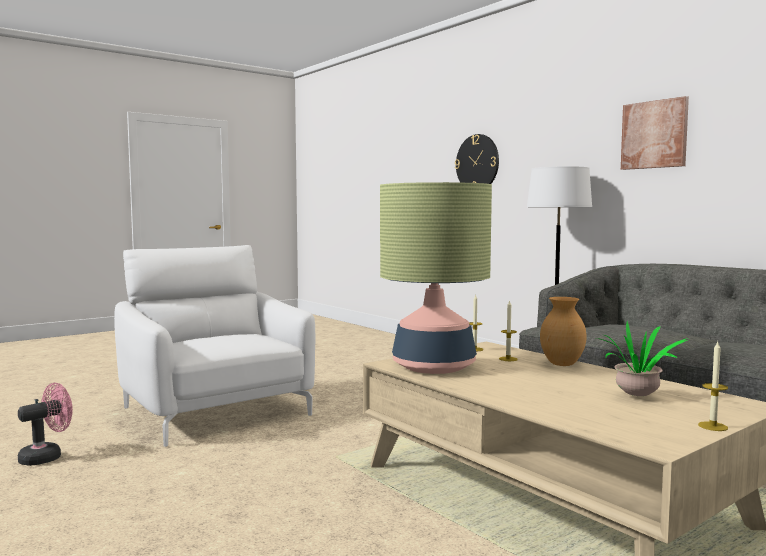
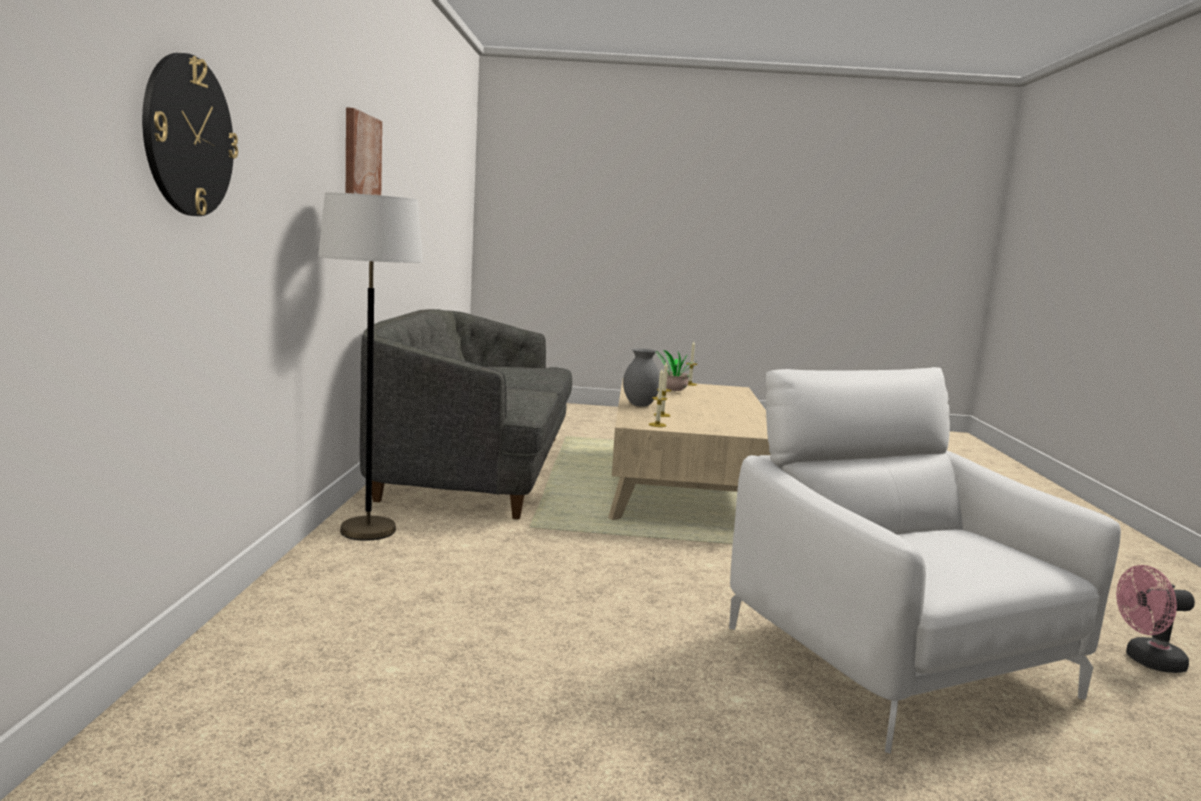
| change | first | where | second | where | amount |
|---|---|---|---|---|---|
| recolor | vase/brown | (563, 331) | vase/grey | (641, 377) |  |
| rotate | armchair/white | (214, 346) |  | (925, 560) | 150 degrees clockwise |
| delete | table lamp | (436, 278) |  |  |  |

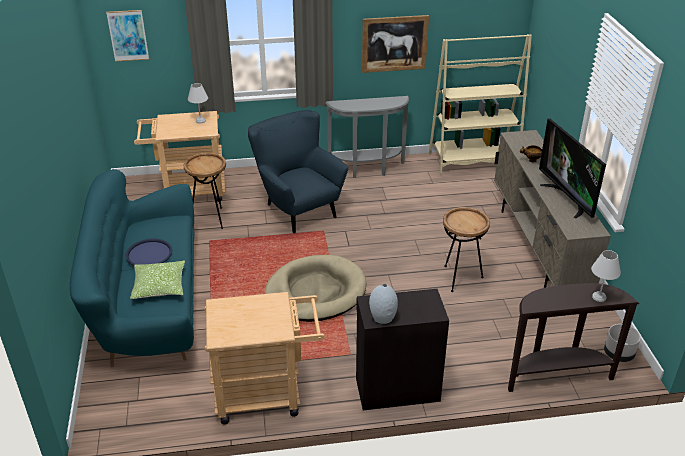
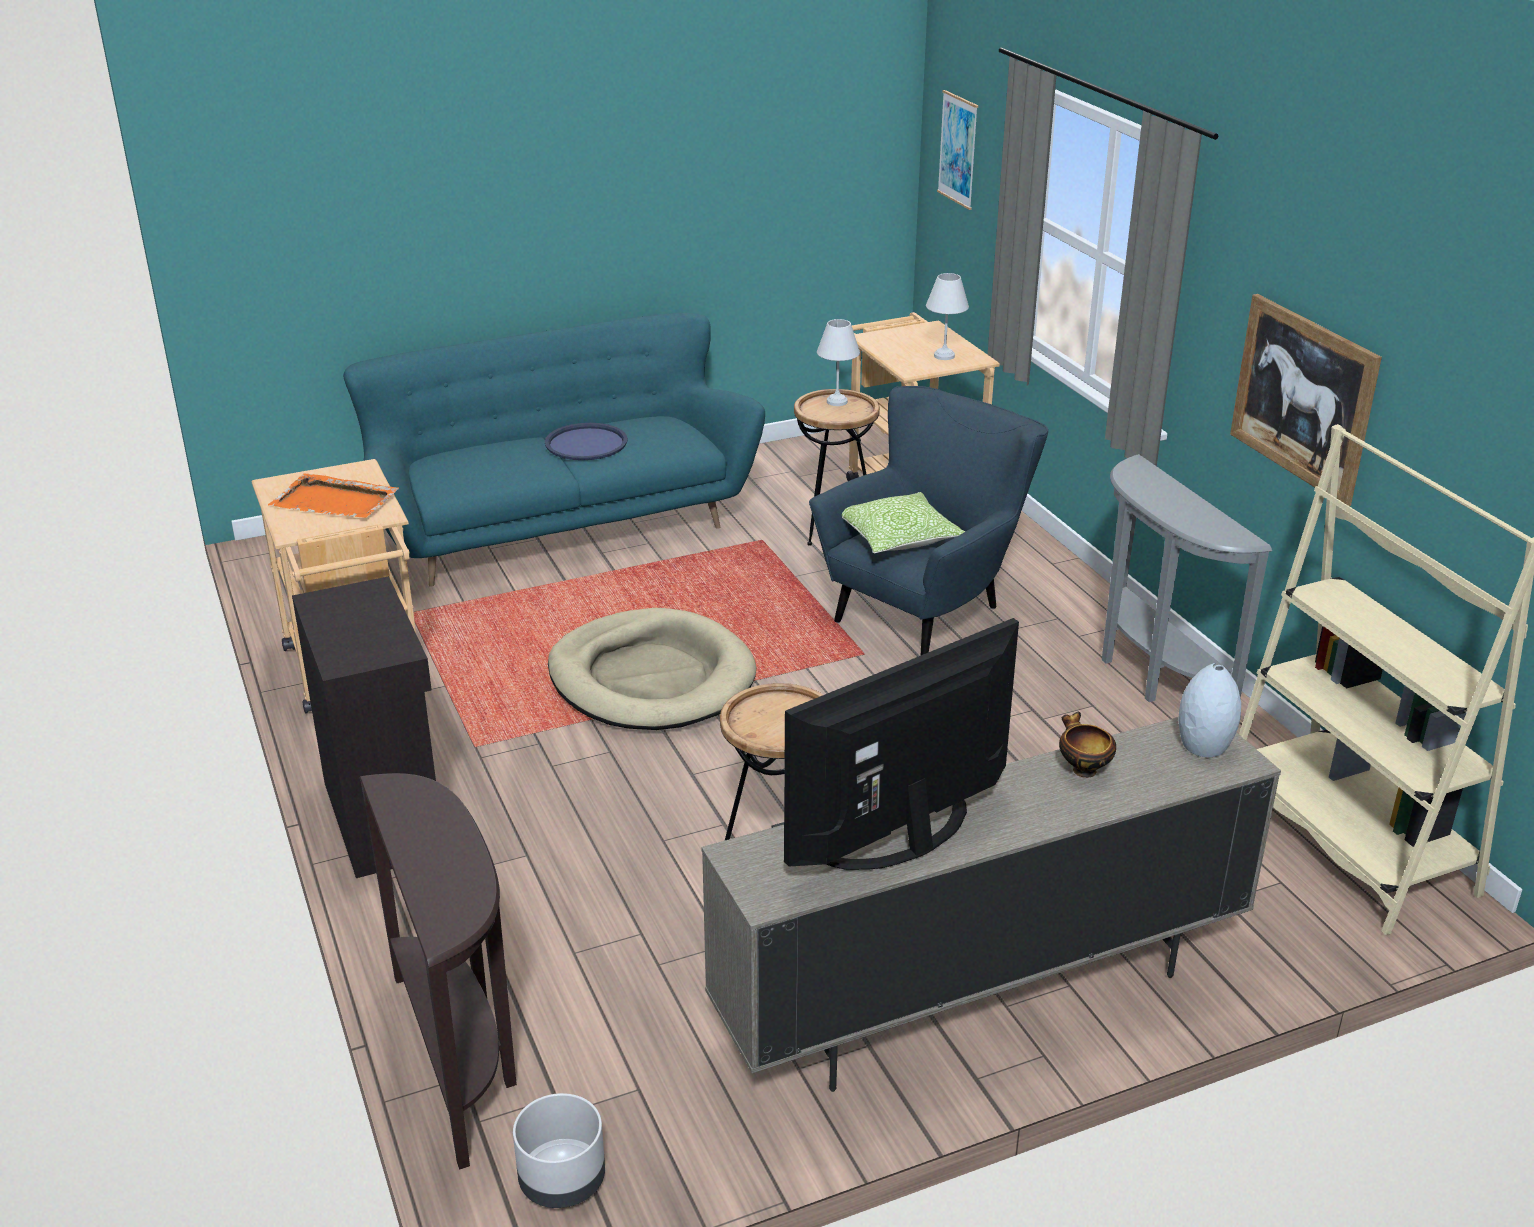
| change | first | where | second | where | amount |
|---|---|---|---|---|---|
| insert |  |  | tray/orange | (333, 496) |  |
| move | table lamp/white | (606, 276) |  | (838, 362) |  |
| move | pillow | (157, 279) |  | (903, 523) |  |
| move | vase/grey | (383, 304) |  | (1210, 710) |  |

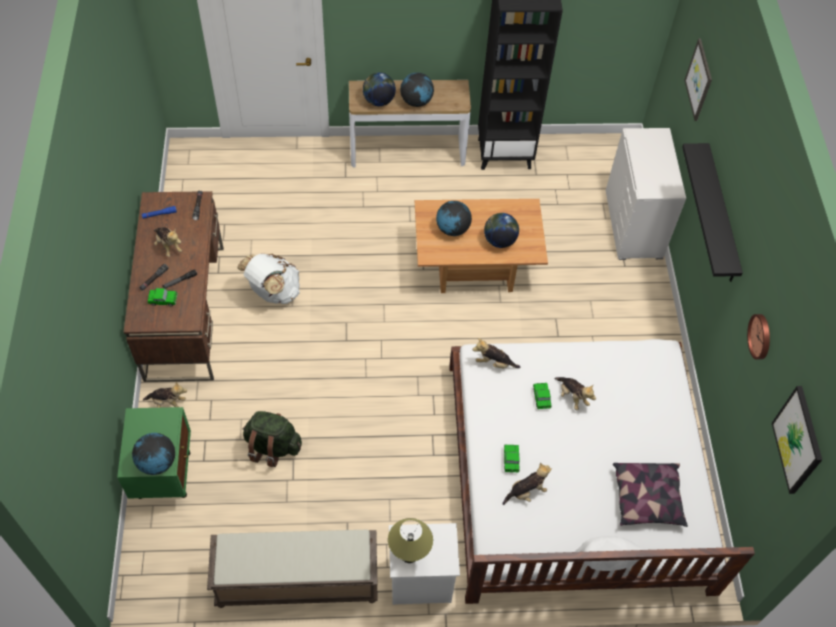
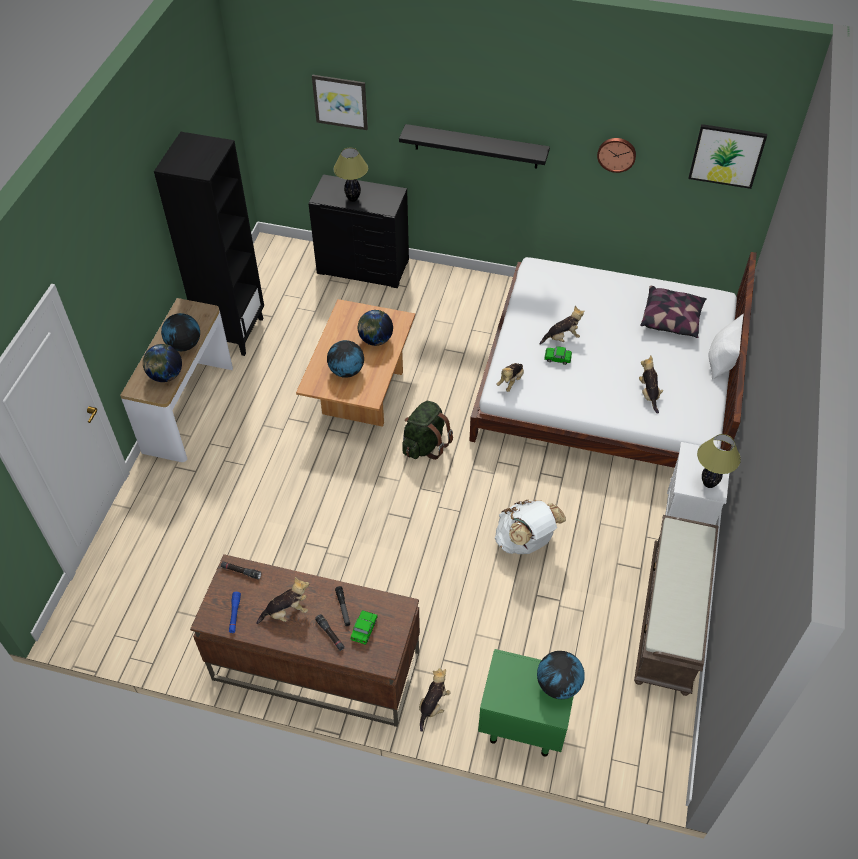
| change | first | where | second | where | amount |
|---|---|---|---|---|---|
| recolor | dresser/white | (646, 194) | dresser/black | (358, 231) |  |
| insert |  |  | table lamp | (351, 175) |  |
| move | backpack/green | (272, 439) |  | (427, 430) |  |
| move | backpack/white | (268, 278) |  | (530, 527) |  |
| delete | toy car | (511, 458) |  |  |  |

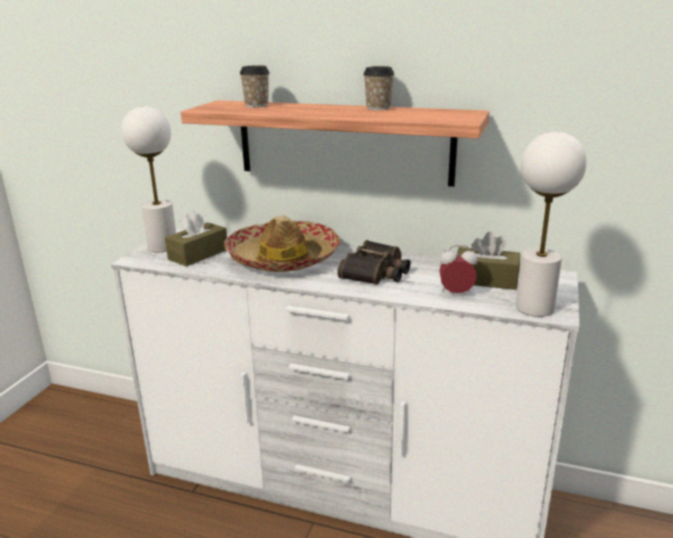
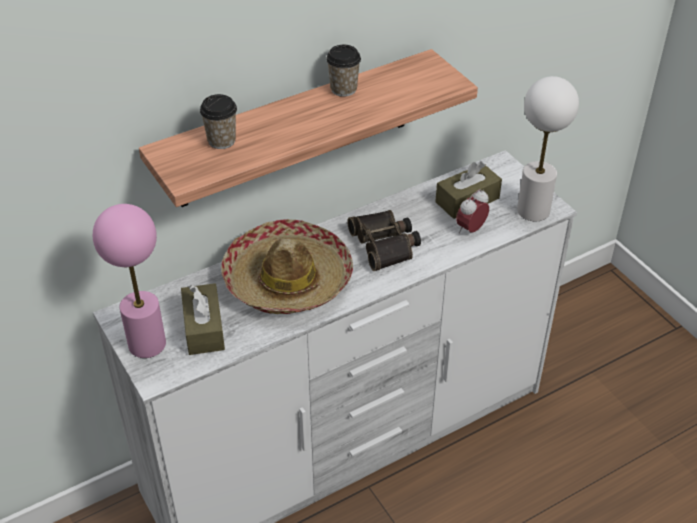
| change | first | where | second | where | amount |
|---|---|---|---|---|---|
| recolor | table lamp/white | (148, 179) | table lamp/pink | (129, 281) |  |

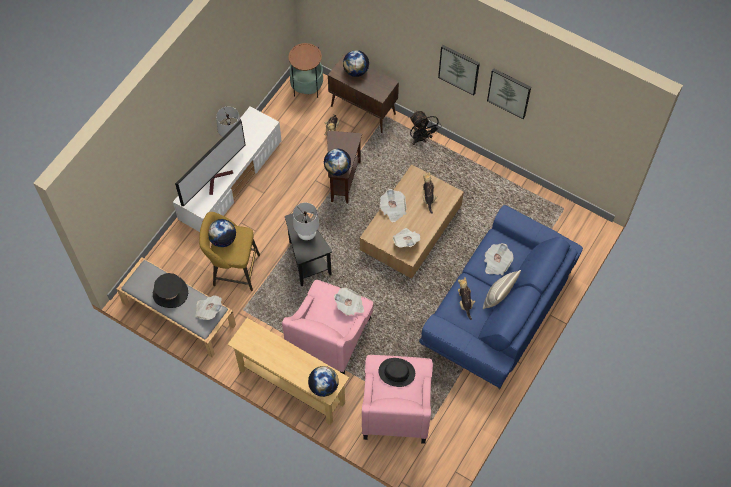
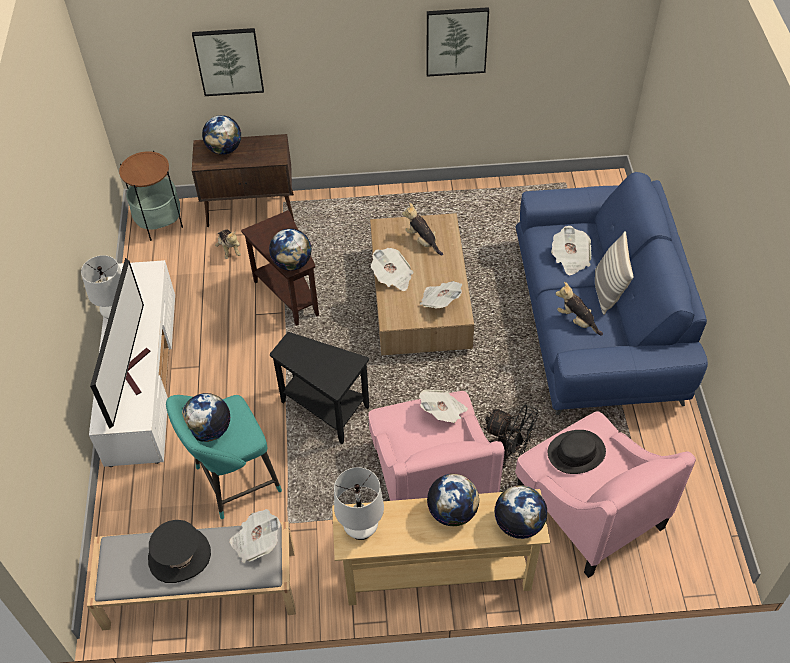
| change | first | where | second | where | amount |
|---|---|---|---|---|---|
| recolor | stool/yellow | (229, 251) | stool/turquoise | (224, 457) |  |
| move | picture | (459, 70) |  | (228, 62) |  |
| move | table lamp/white | (306, 222) |  | (359, 503) |  |
| insert |  |  | globe | (453, 500) |  |
| move | fan/black | (425, 127) |  | (511, 436) |  |

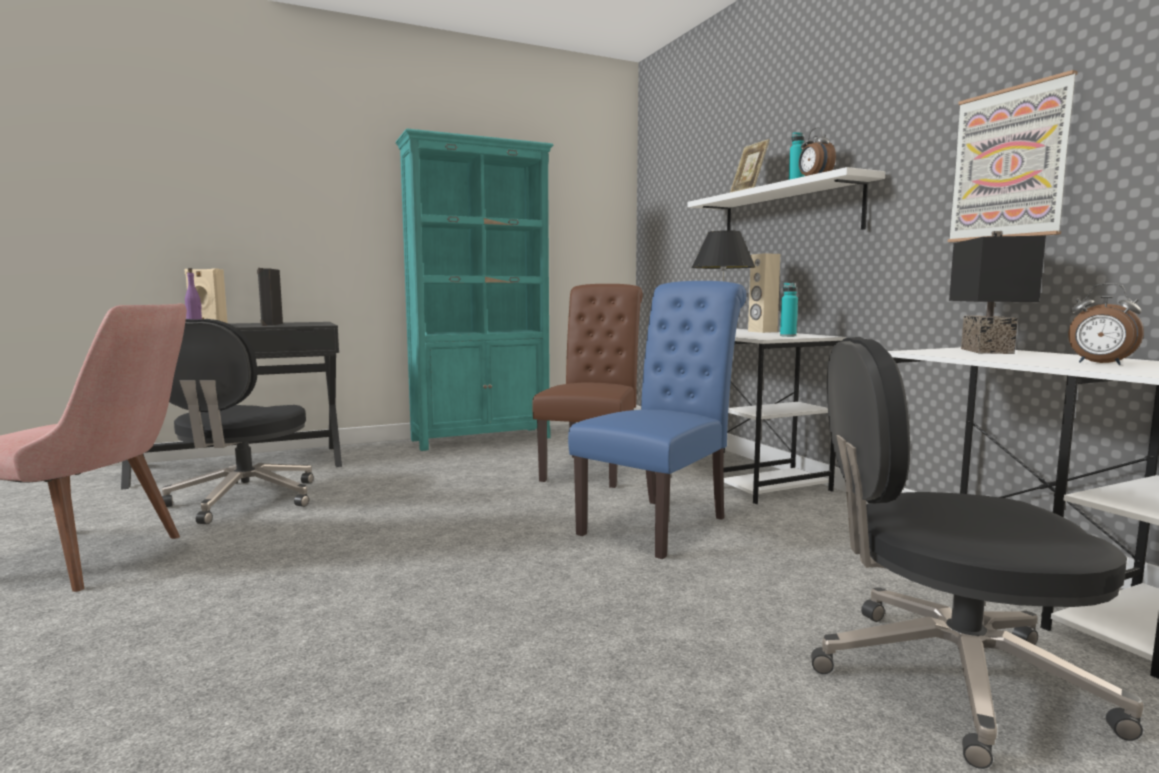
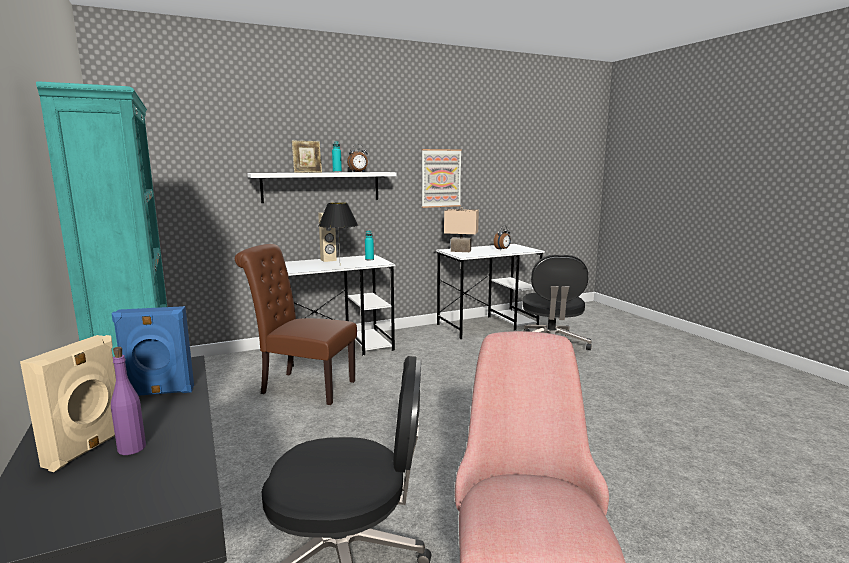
| change | first | where | second | where | amount |
|---|---|---|---|---|---|
| recolor | speaker/black | (270, 297) | speaker/blue | (153, 351) |  |
| recolor | table lamp/black | (997, 292) | table lamp/beige | (461, 229) |  |
| delete | chair/blue | (657, 420) |  |  |  |

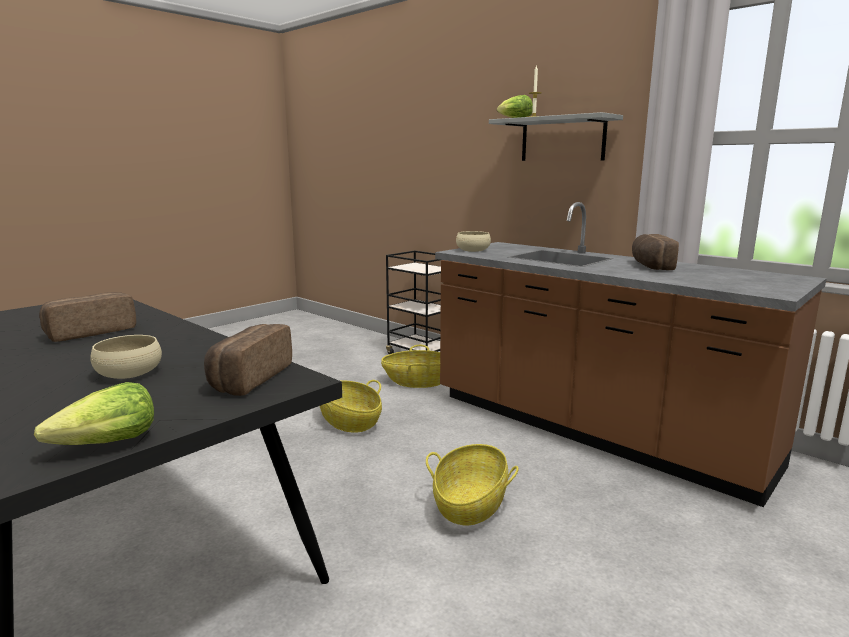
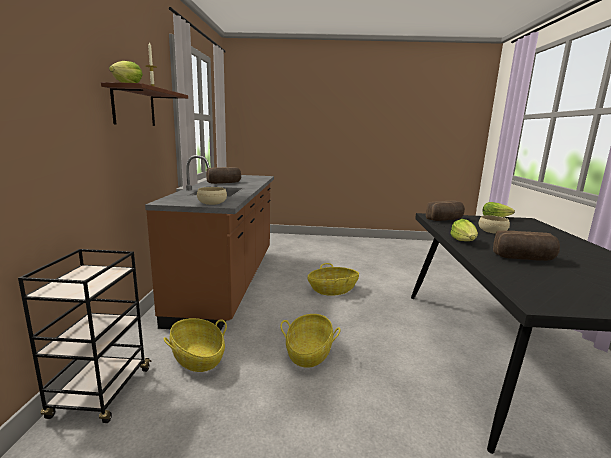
| change | first | where | second | where | amount |
|---|---|---|---|---|---|
| recolor | shelf/grey | (556, 136) | shelf/brown | (144, 104) |  |
| insert |  |  | lettuce | (464, 230) |  |

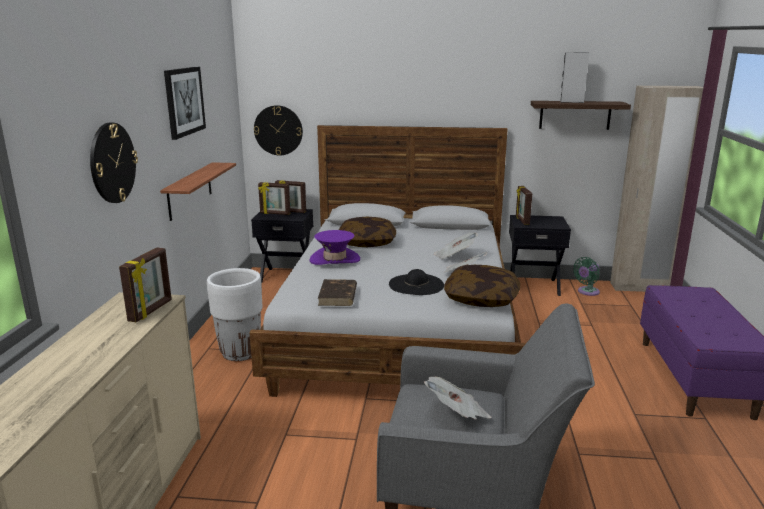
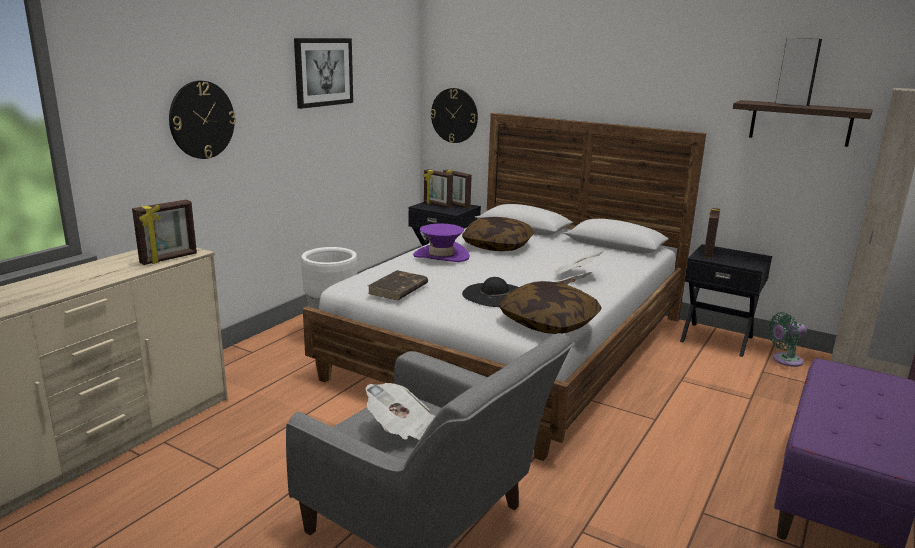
| change | first | where | second | where | amount |
|---|---|---|---|---|---|
| delete | shelf | (198, 191) |  |  |  |

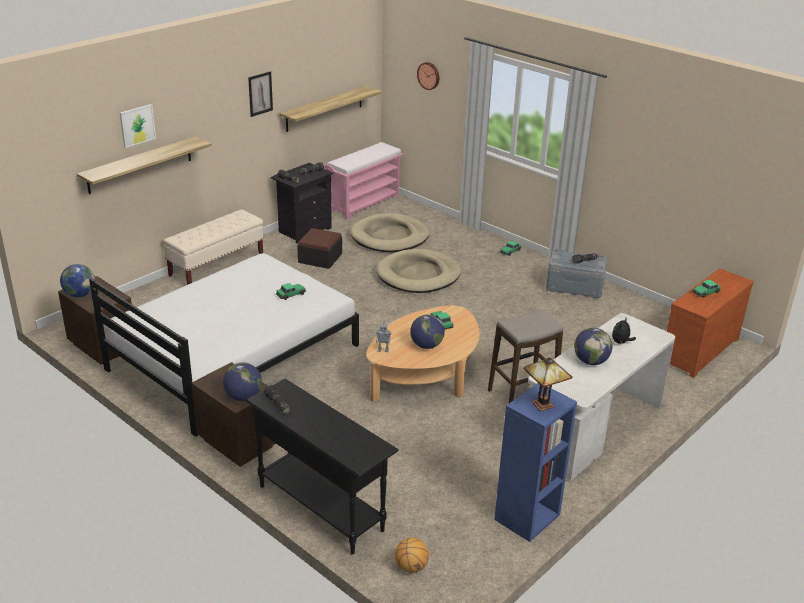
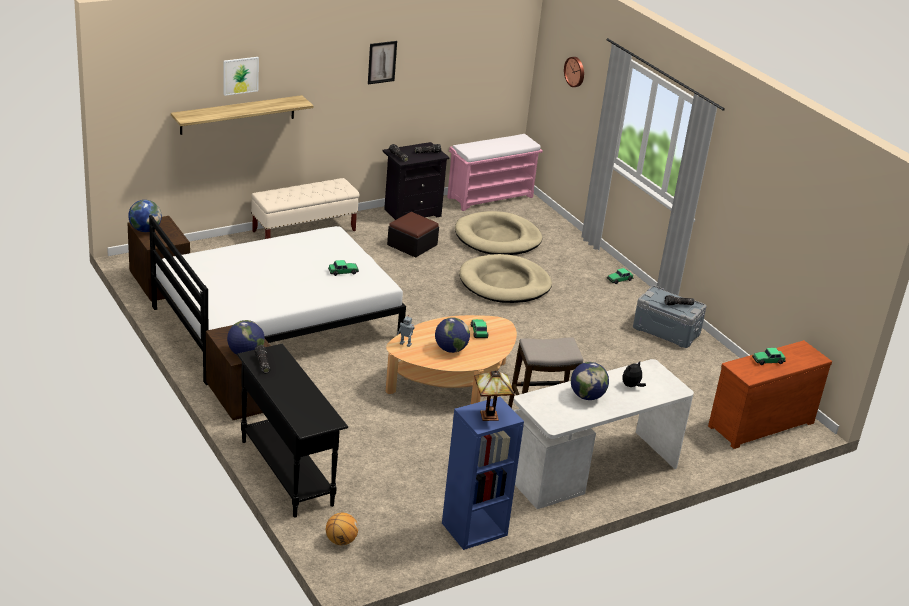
| change | first | where | second | where | amount |
|---|---|---|---|---|---|
| delete | shelf | (331, 109) |  |  |  |

